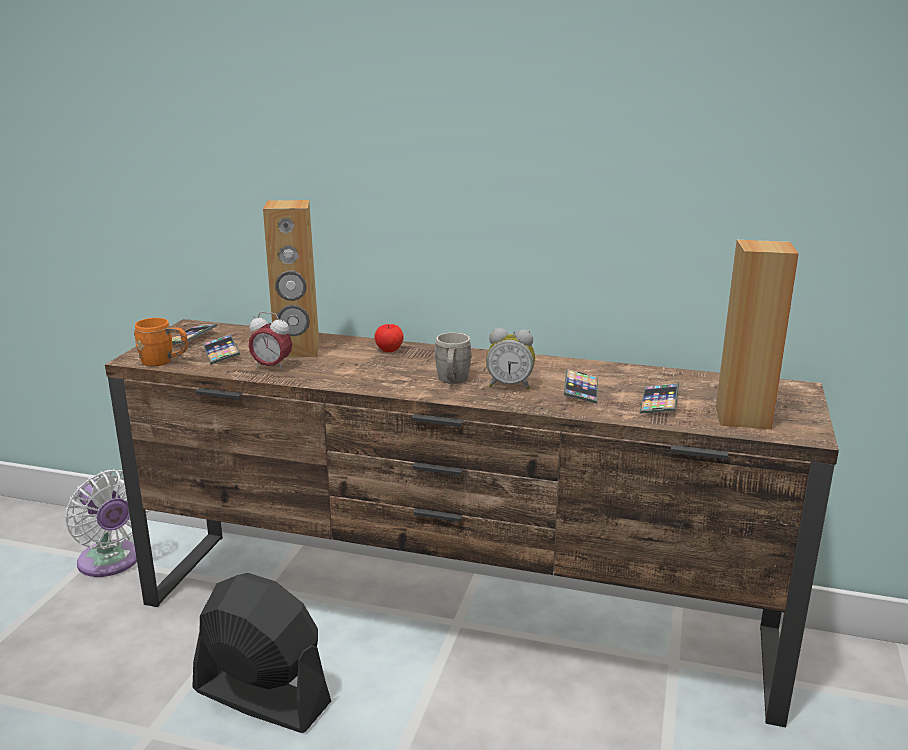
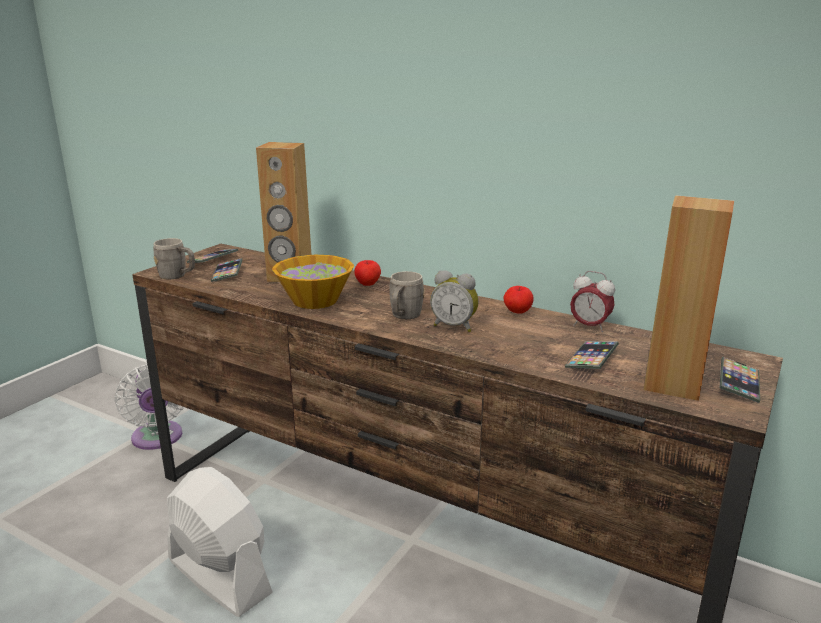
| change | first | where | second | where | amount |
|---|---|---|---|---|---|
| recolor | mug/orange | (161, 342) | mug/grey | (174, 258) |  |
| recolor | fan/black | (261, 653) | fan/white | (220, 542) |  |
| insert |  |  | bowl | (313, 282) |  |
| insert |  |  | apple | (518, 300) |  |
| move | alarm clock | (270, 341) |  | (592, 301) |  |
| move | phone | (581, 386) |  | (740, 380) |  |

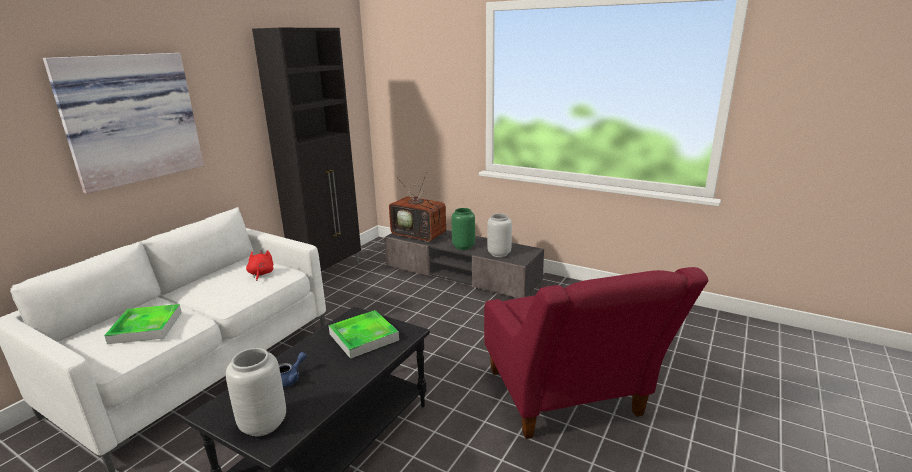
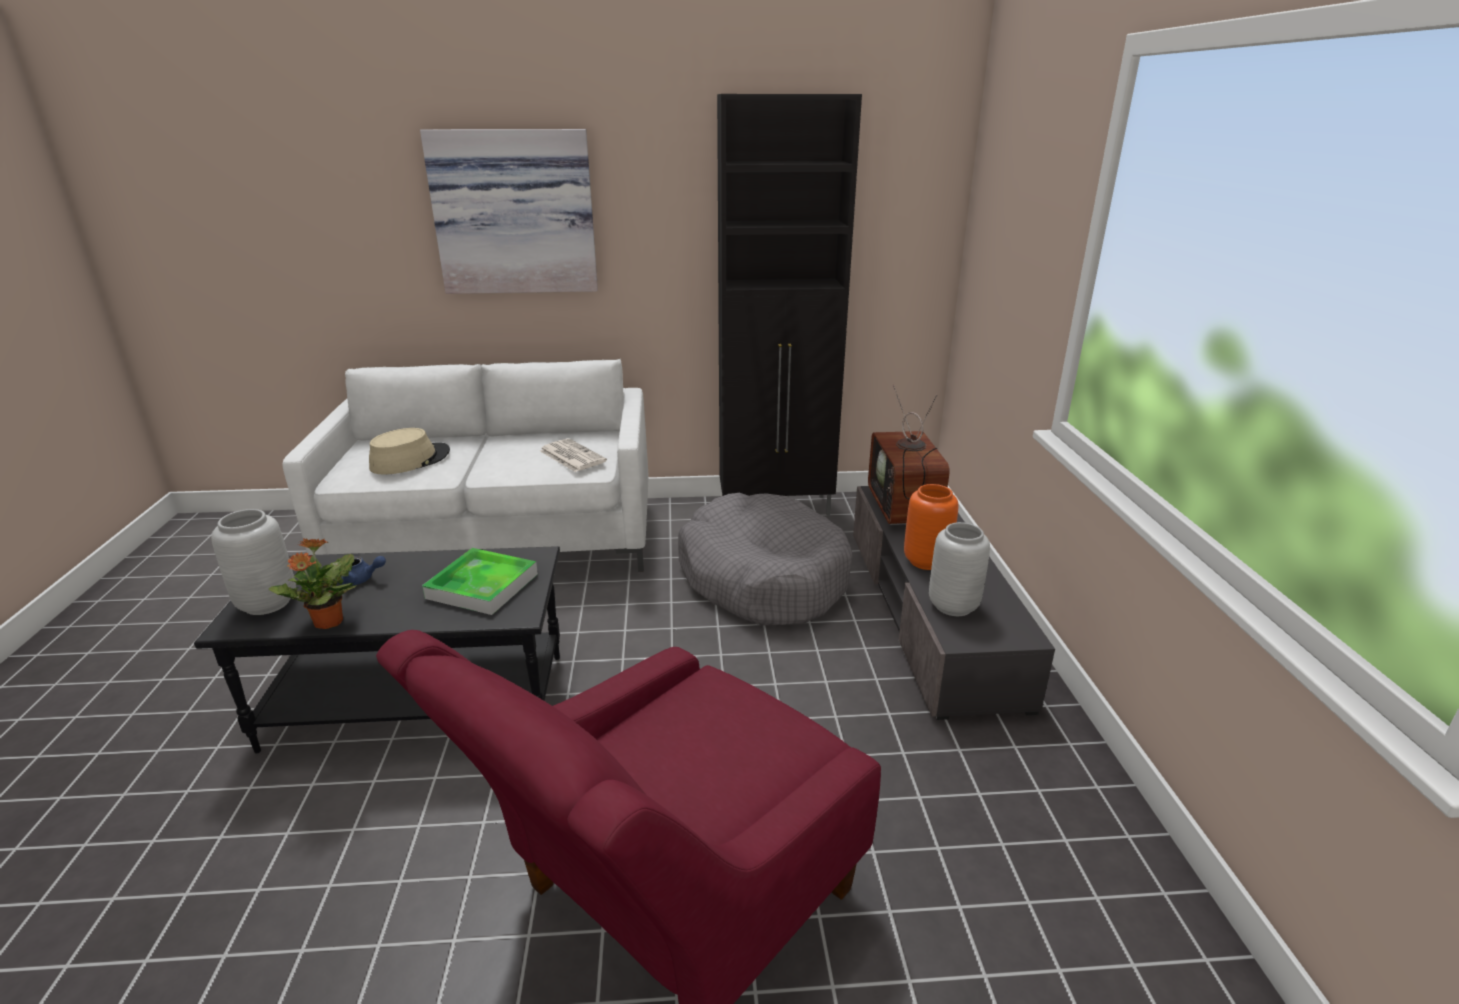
| change | first | where | second | where | amount |
|---|---|---|---|---|---|
| insert |  |  | potted plant | (313, 583) |  |
| replace | tray | (143, 324) | hat/beige | (409, 451) |  |
| replace | plush toy/red | (259, 265) | newspaper | (573, 455) |  |
| insert |  |  | dog bed/grey | (765, 559) |  |
| recolor | vase/green | (463, 229) | vase/orange | (931, 527) |  |

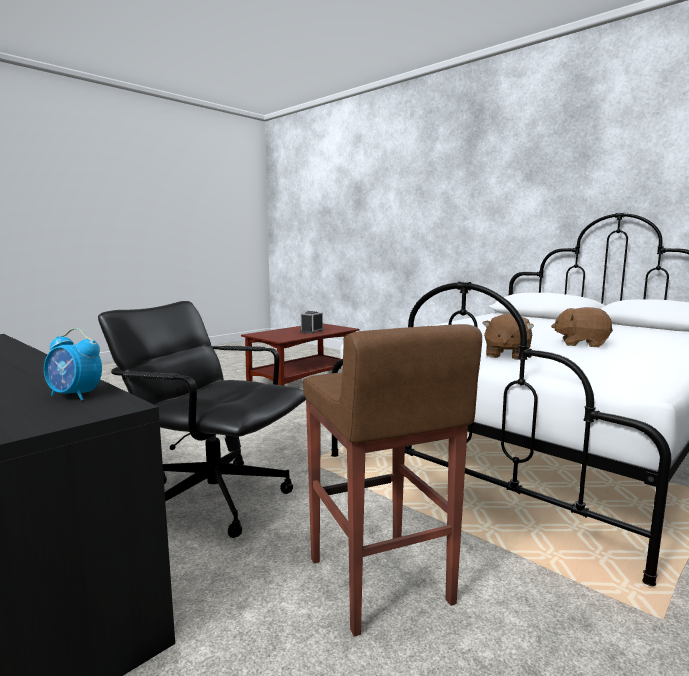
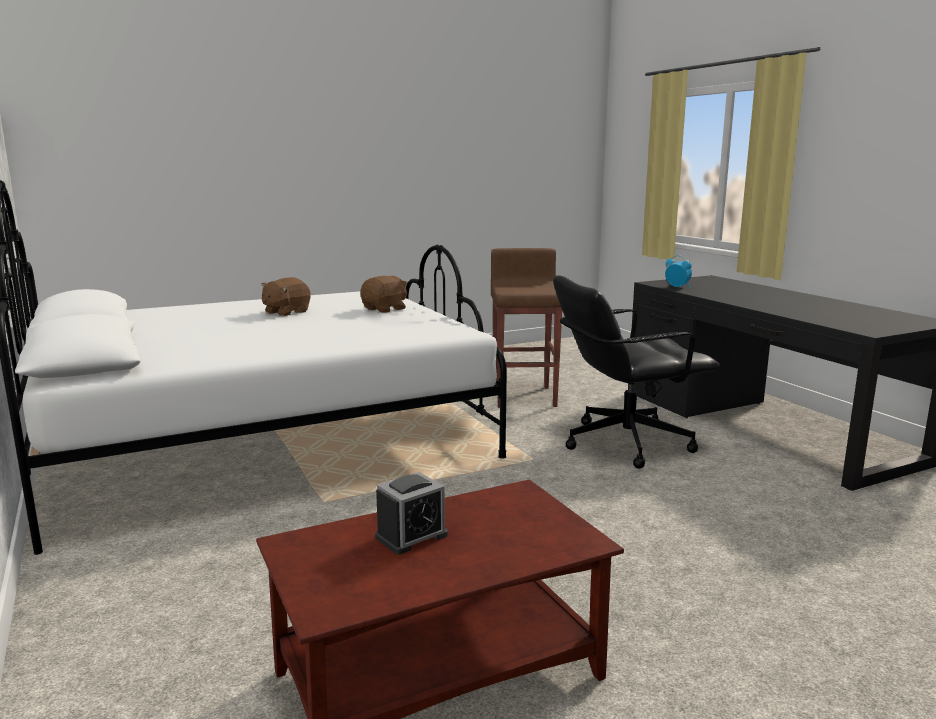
| change | first | where | second | where | amount |
|---|---|---|---|---|---|
| rotate | plush toy/brown | (582, 327) |  | (286, 297) | 90 degrees clockwise |
| rotate | office chair/black | (202, 419) |  | (636, 372) | 120 degrees clockwise |

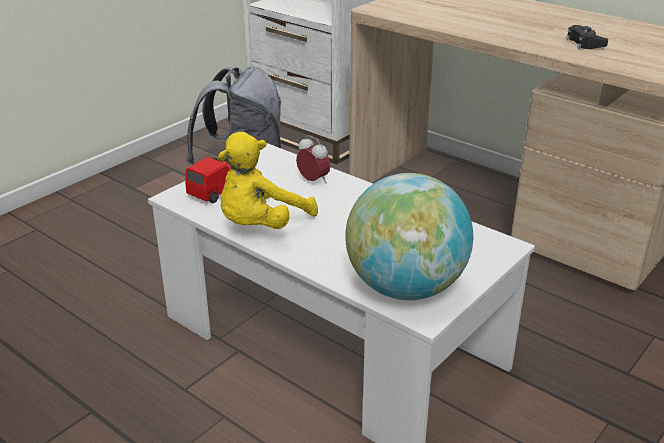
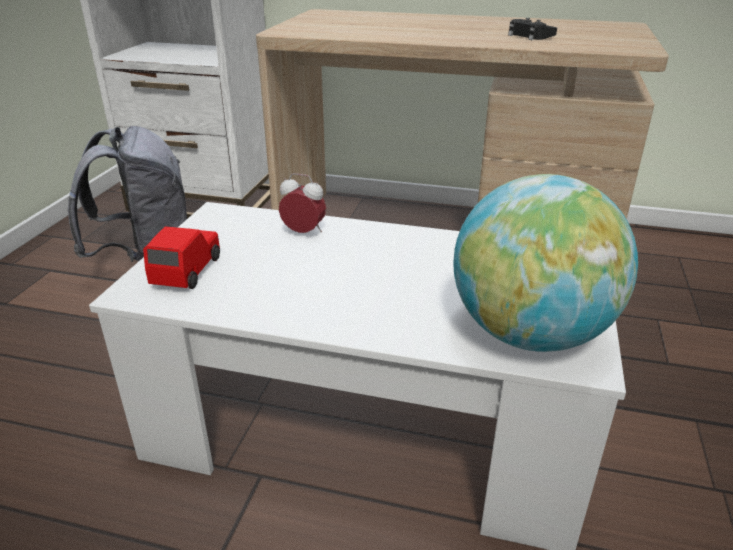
| change | first | where | second | where | amount |
|---|---|---|---|---|---|
| delete | plush toy/yellow | (268, 180) |  |  |  |

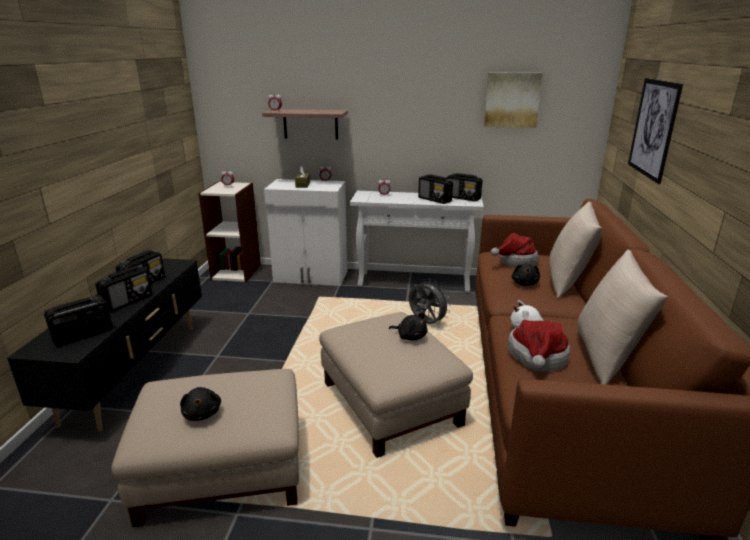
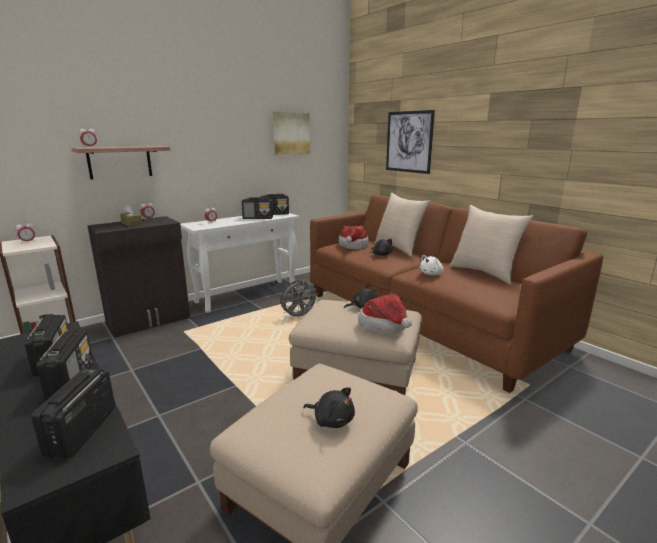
| change | first | where | second | where | amount |
|---|---|---|---|---|---|
| recolor | cabinet/white | (305, 232) | cabinet/black | (138, 277) |  |
| rotate | fan/grey | (430, 301) |  | (299, 299) | 150 degrees clockwise |
| move | hat | (539, 346) |  | (385, 314) |  |

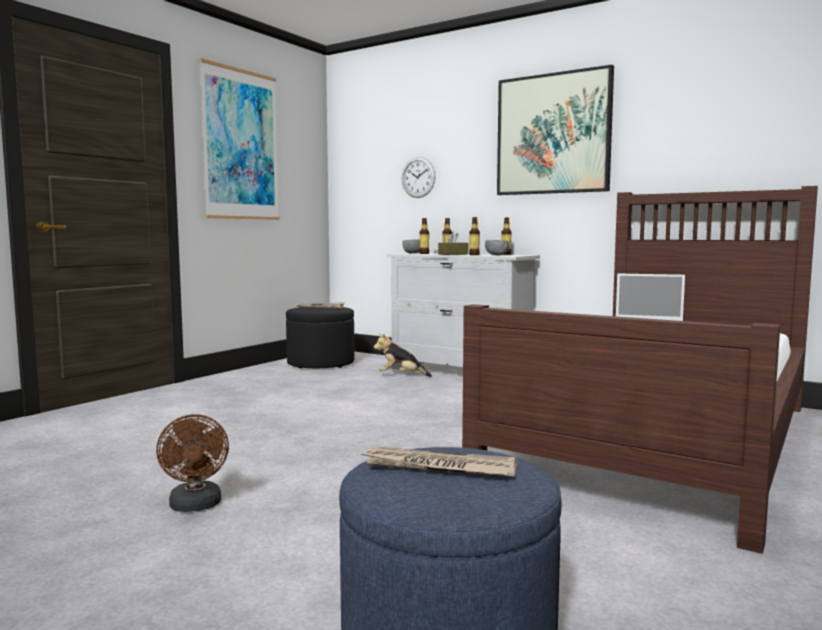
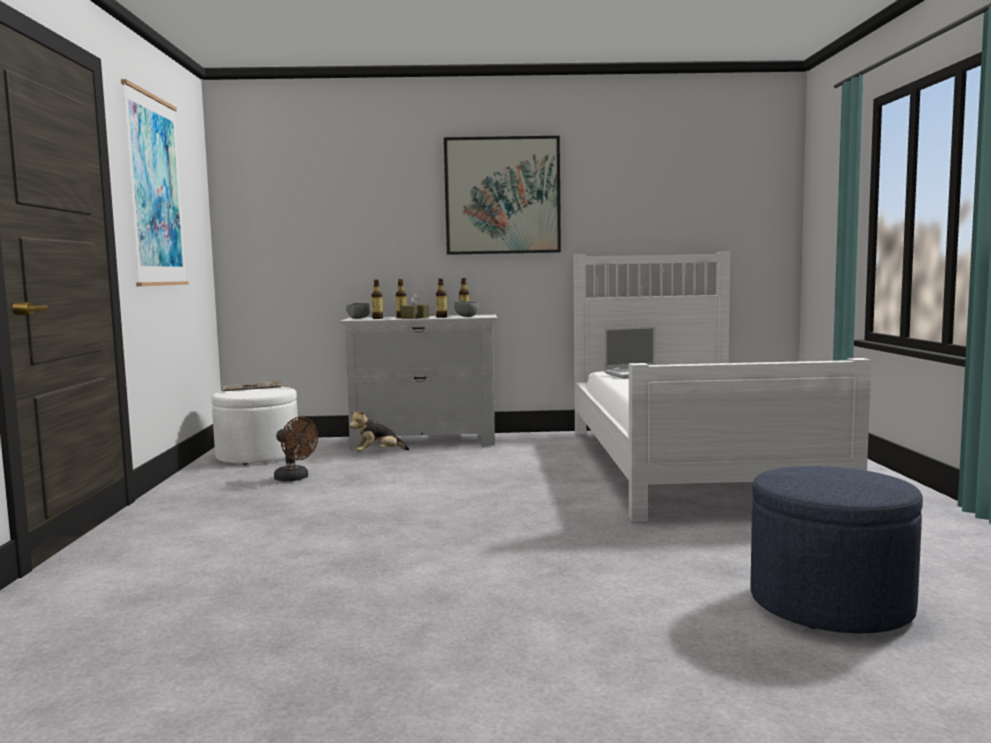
| change | first | where | second | where | amount |
|---|---|---|---|---|---|
| recolor | ottoman/black | (320, 337) | ottoman/white | (255, 426) |  |
| move | fan/brown | (192, 463) |  | (296, 449) |  |
| recolor | bed/brown | (640, 370) | bed/white | (722, 386) |  |
| delete | newspaper | (439, 461) |  |  |  |
| delete | wall clock | (419, 177) |  |  |  |

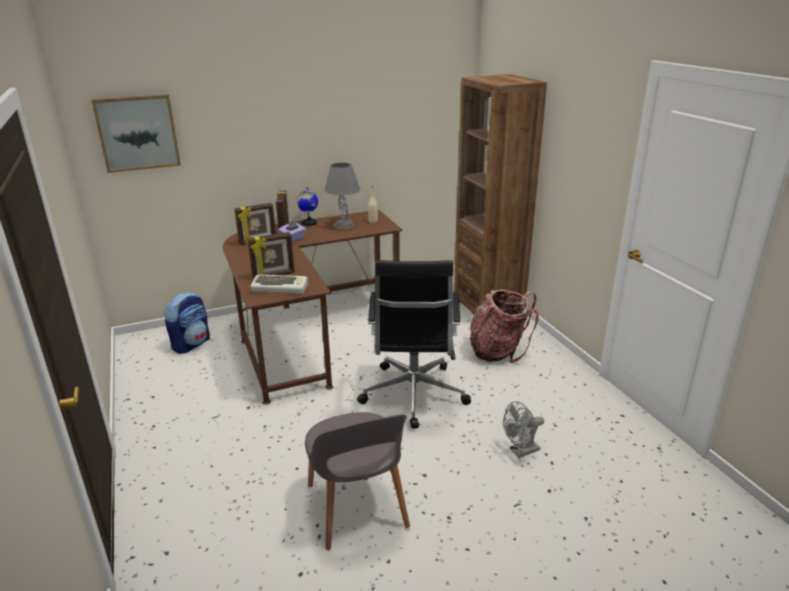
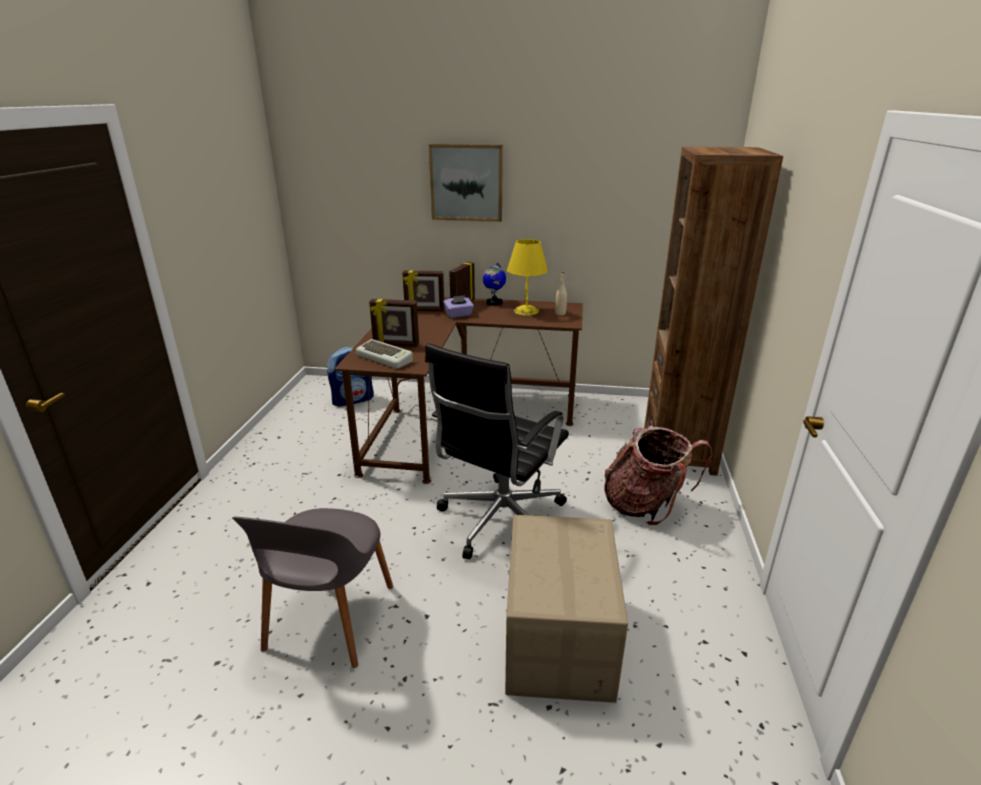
| change | first | where | second | where | amount |
|---|---|---|---|---|---|
| move | picture | (136, 133) |  | (466, 183) |  |
| replace | fan/grey | (523, 429) | cardboard box | (566, 609) |  |
| recolor | table lamp/grey | (342, 195) | table lamp/yellow | (527, 277) |  |

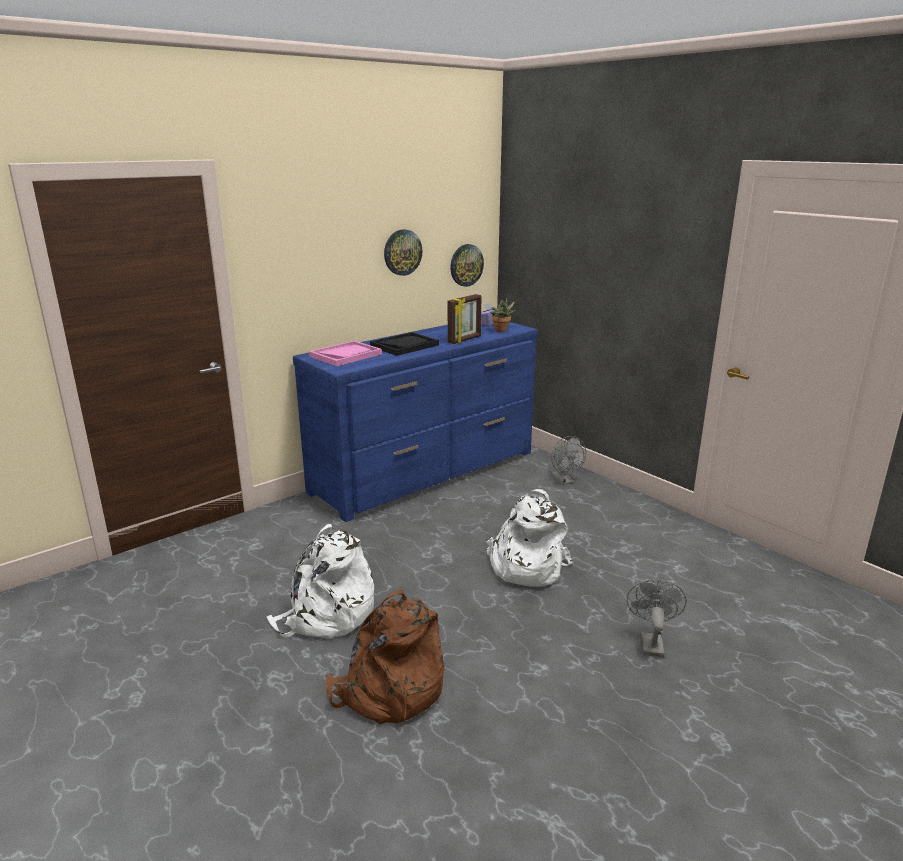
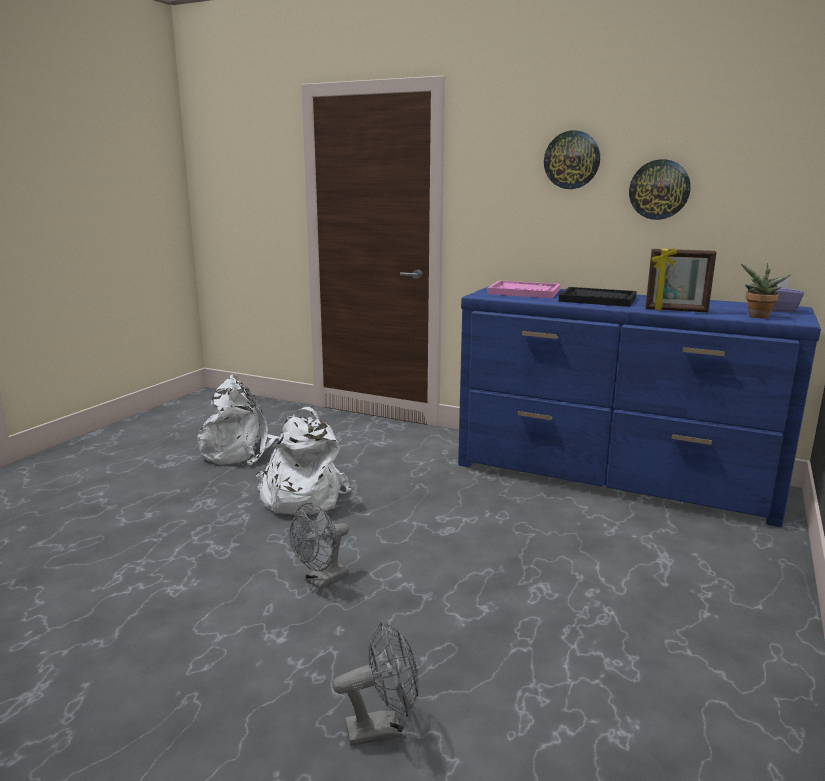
| change | first | where | second | where | amount |
|---|---|---|---|---|---|
| move | backpack/white | (529, 538) |  | (238, 419) |  |
| move | fan/grey | (568, 460) |  | (319, 546) |  |
| move | wall clock | (467, 265) |  | (572, 159) |  |
| delete | backpack/brown | (385, 657) |  |  |  |

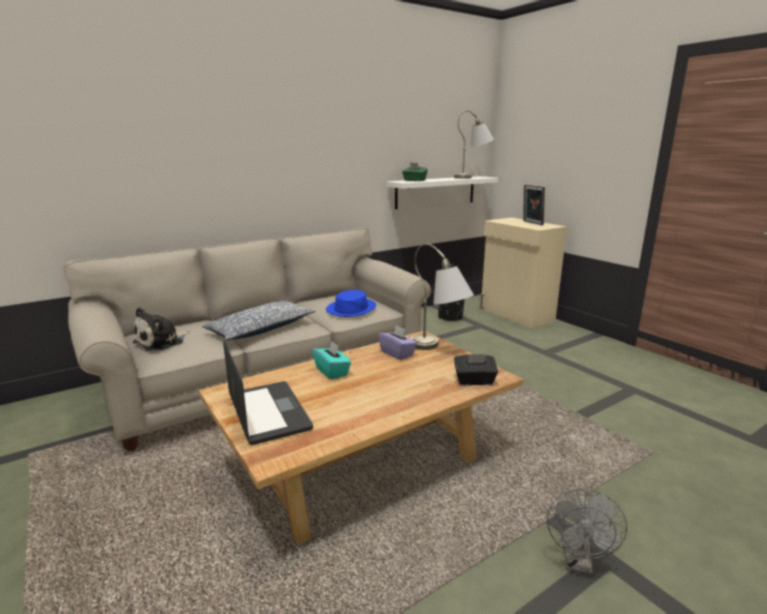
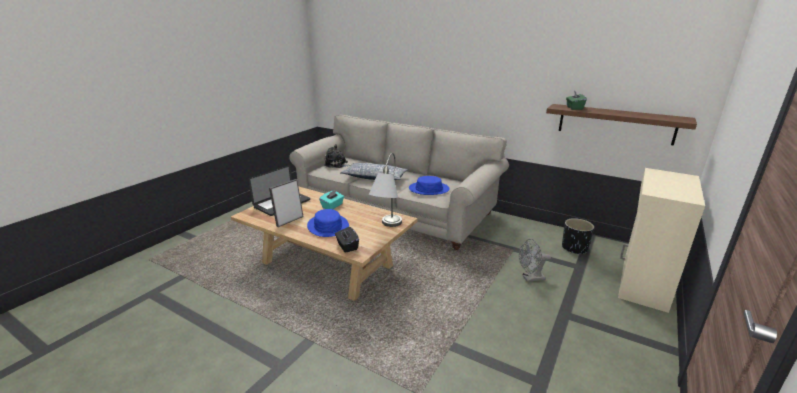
| change | first | where | second | where | amount |
|---|---|---|---|---|---|
| move | picture frame | (534, 205) |  | (286, 203) |  |
| insert |  |  | hat/blue | (328, 223) |  |
| move | fan/grey | (587, 531) |  | (535, 260) |  |
| recolor | shelf/white | (442, 192) | shelf/brown | (621, 125) |  |
| delete | tissue box/purple | (397, 342) |  |  |  |
| delete | table lamp/grey | (474, 144) |  |  |  |

